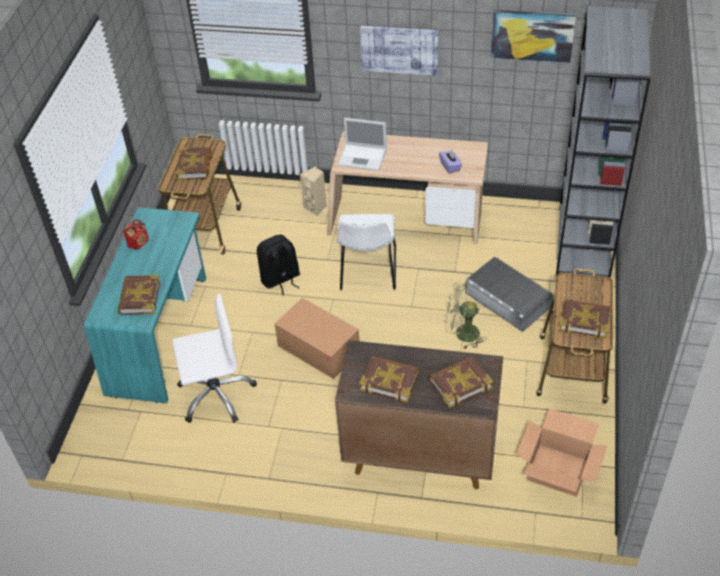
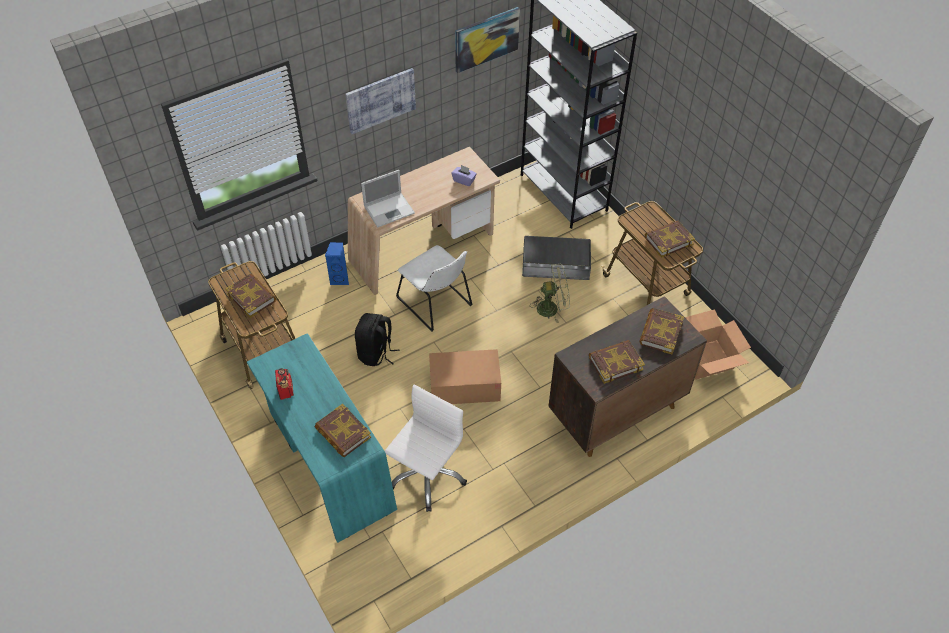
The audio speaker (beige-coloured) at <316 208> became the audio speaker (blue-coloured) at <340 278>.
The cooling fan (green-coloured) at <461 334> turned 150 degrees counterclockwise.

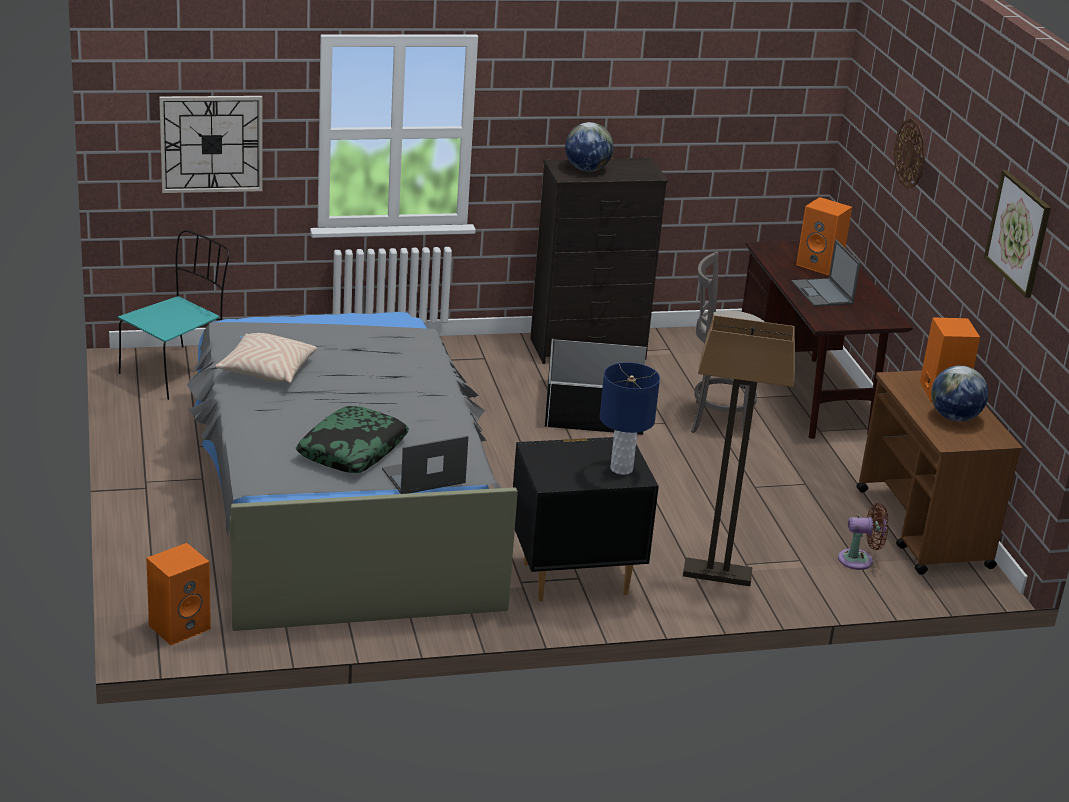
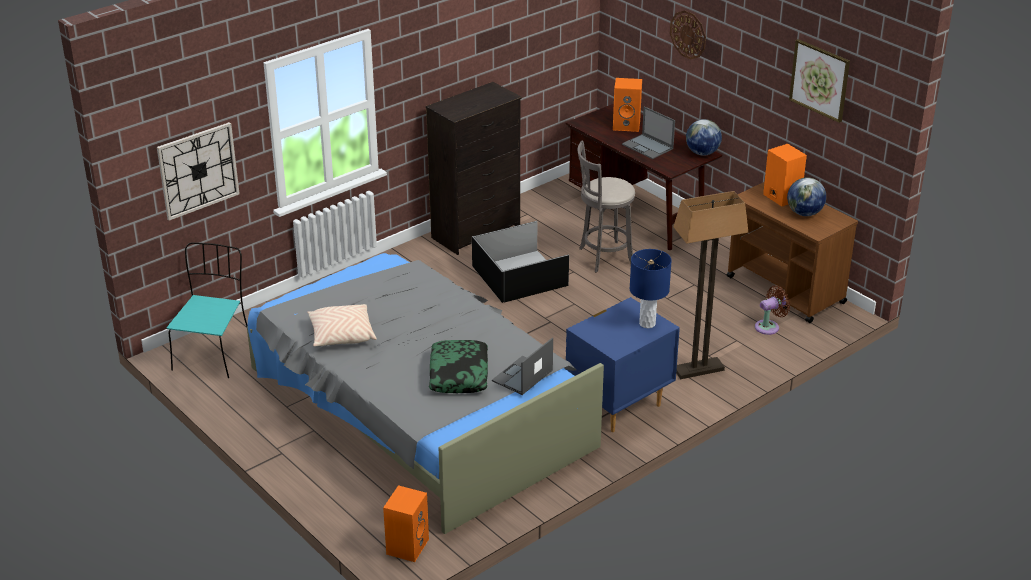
The bedside table (black-coloured) at <575 578> became the bedside table (blue-coloured) at <619 406>.
The world globe moved from <587 169> to <702 153>.

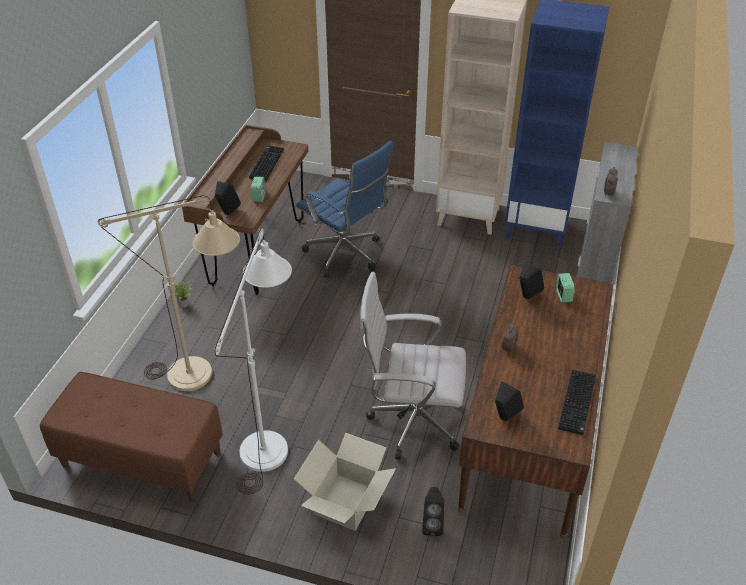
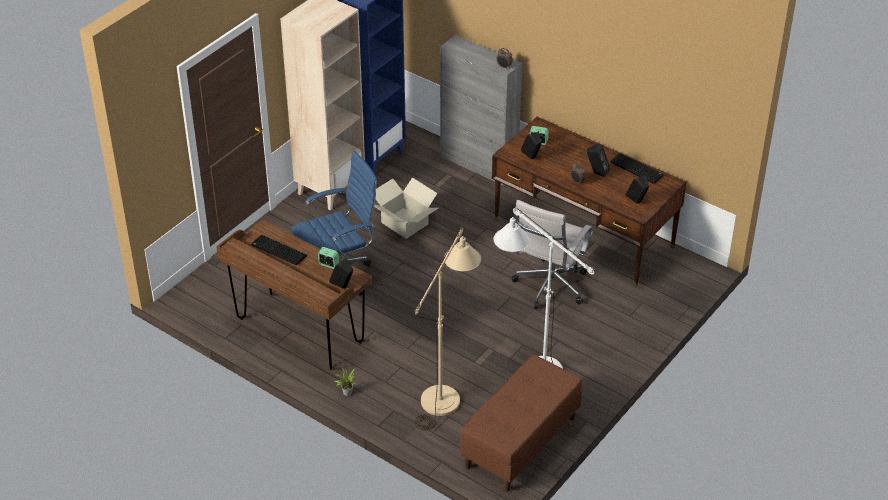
The carton moved from <345 501> to <404 223>.
The audio speaker (black-coloured) moved from <432 524> to <596 173>.

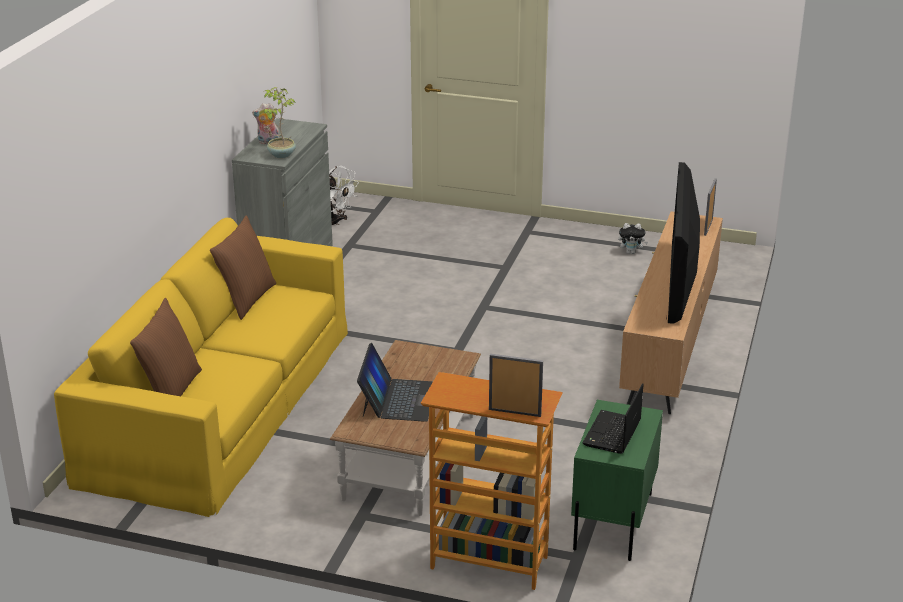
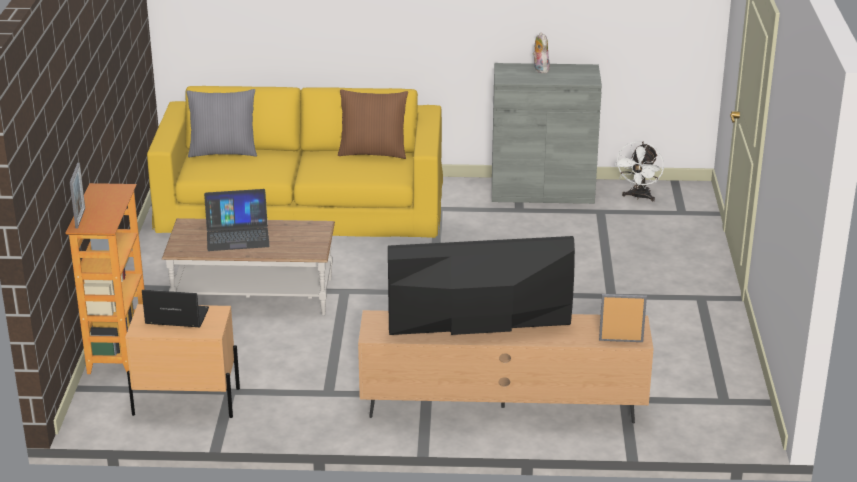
The bedside table (green-coloured) at <612 521> became the bedside table (beige-coloured) at <185 401>.
The pillow (brown) at <171 391> became the pillow (grey) at <223 152>.
The houseplant at <281 155> disappeared.
The soft toy at <631 252> disappeared.

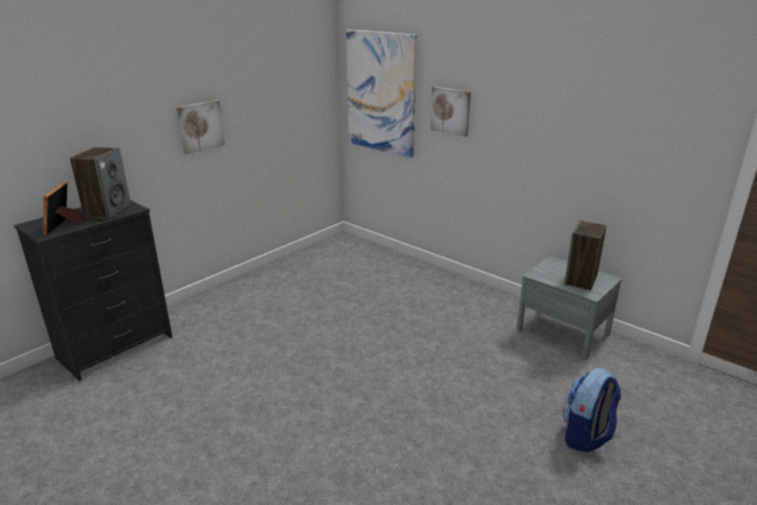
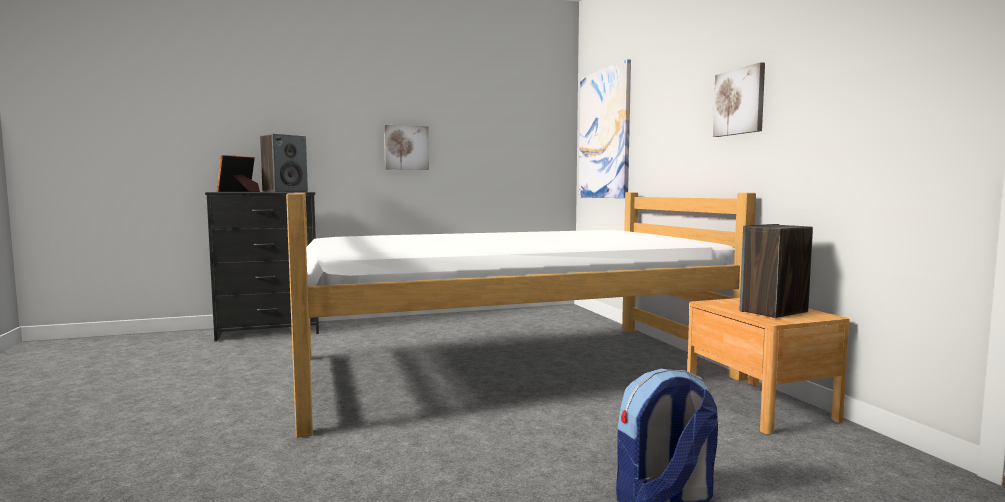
The sleeping bed at <511 368> appeared.
The bedside table (grey) at <562 331> became the bedside table (brown) at <759 405>.
The wall art moved from <451 111> to <739 102>.

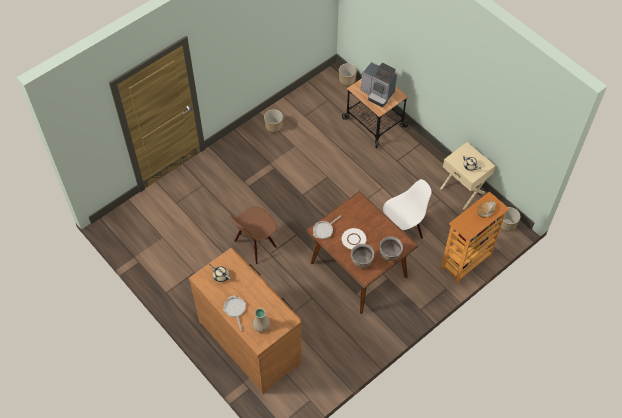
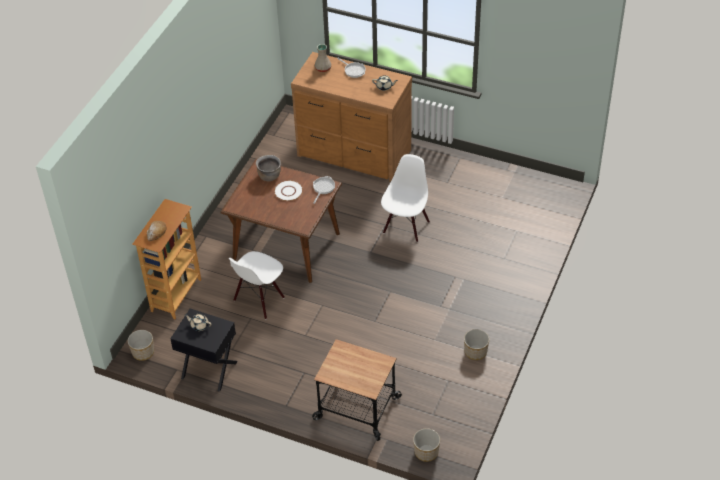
The bedside table (beige-coloured) at <463 190> became the bedside table (black-coloured) at <209 370>.
The chair (brown) at <255 245> became the chair (white-coloured) at <405 226>.
The coffee machine at <377 93> disappeared.
The cooking pot (brown) at <390 255> disappeared.

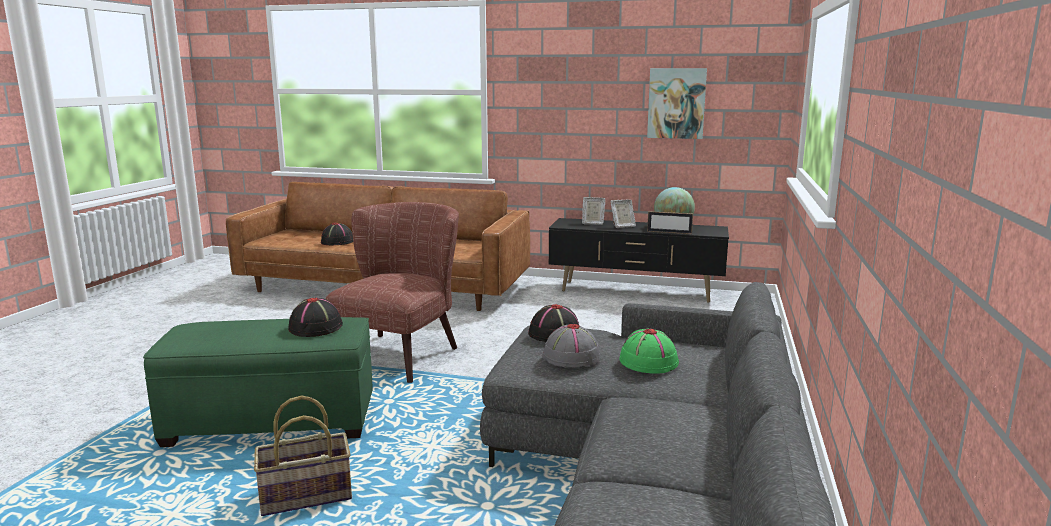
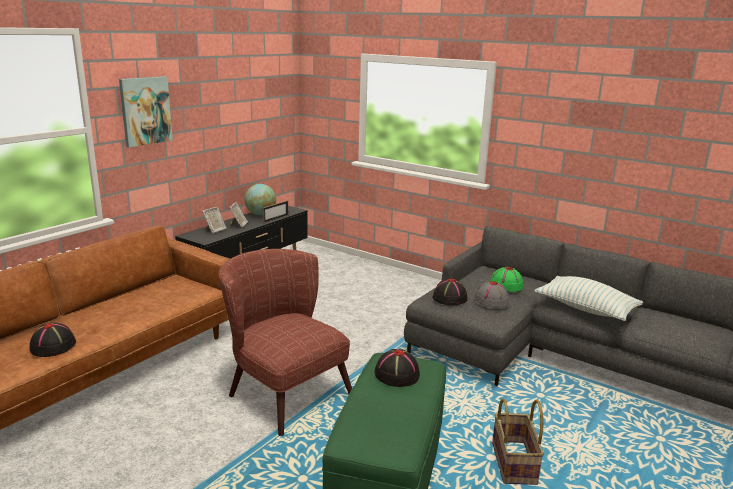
The wall art moved from <676 103> to <145 111>.
The pillow at <586 309> appeared.

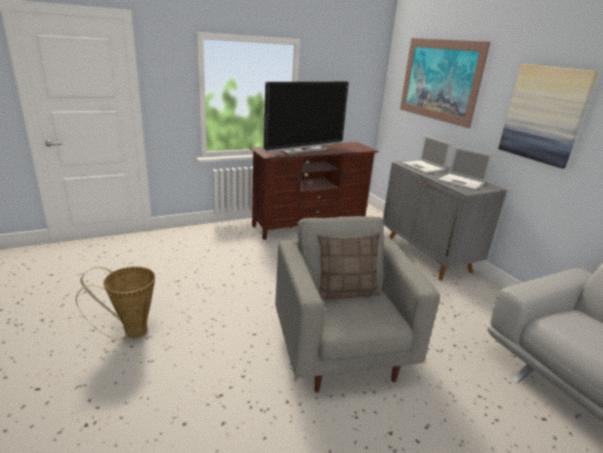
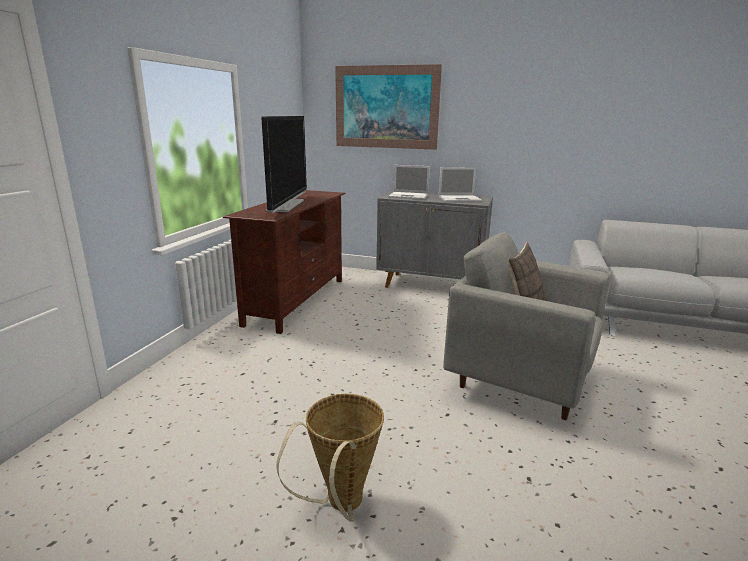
The wall art at <544 114> disappeared.

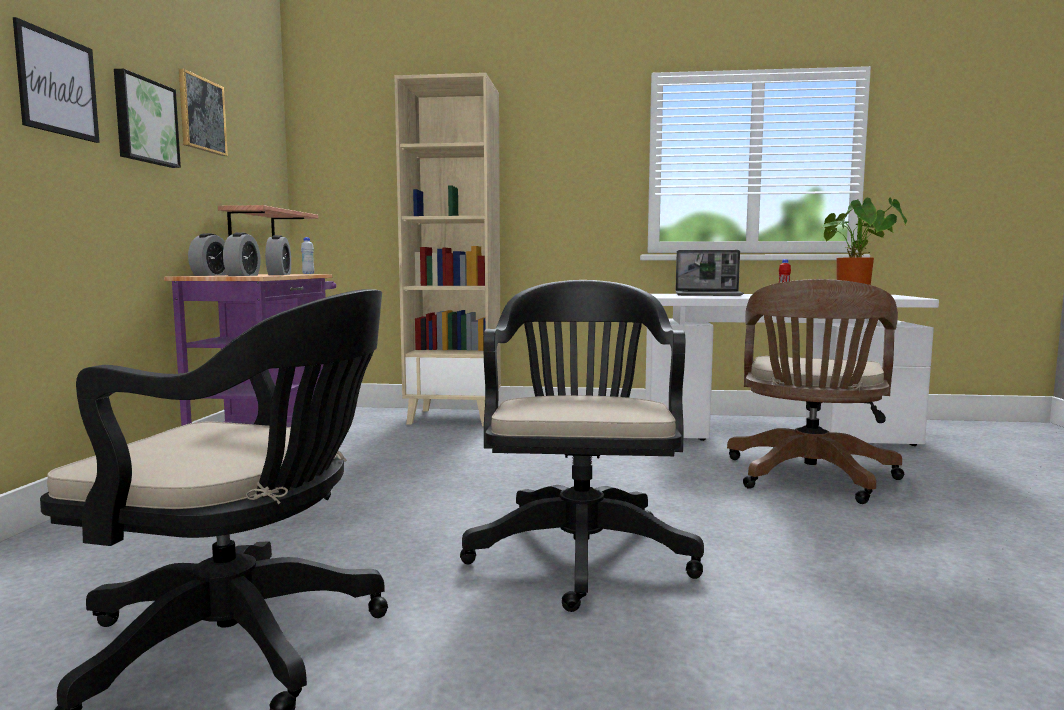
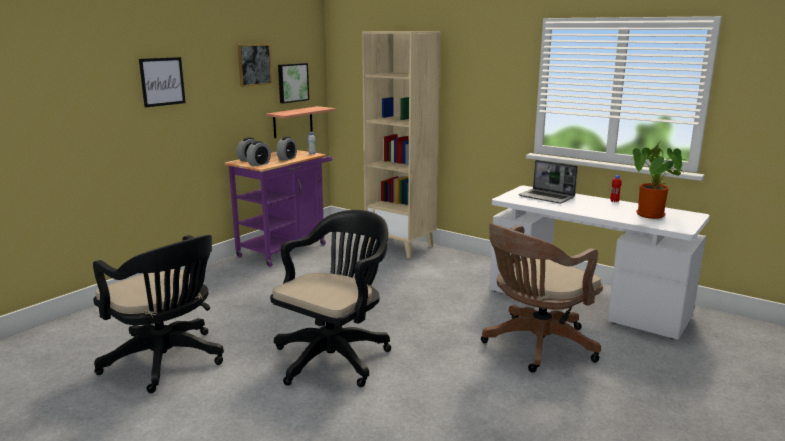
The wall art moved from <144 121> to <292 82>.

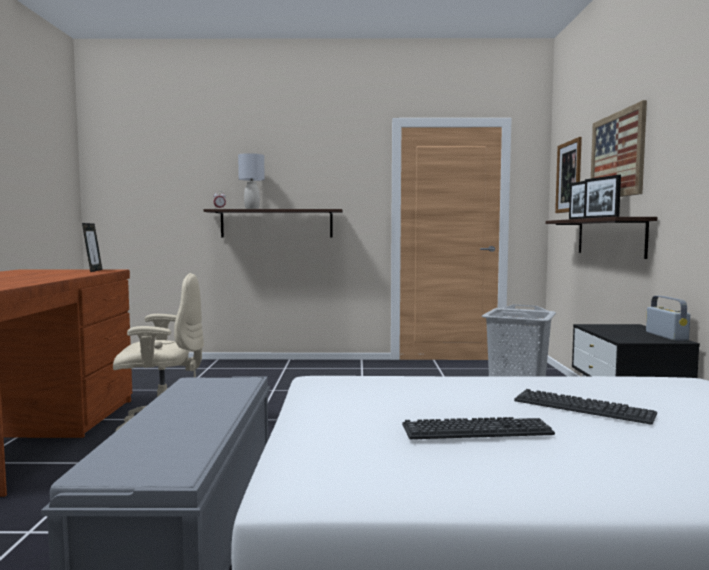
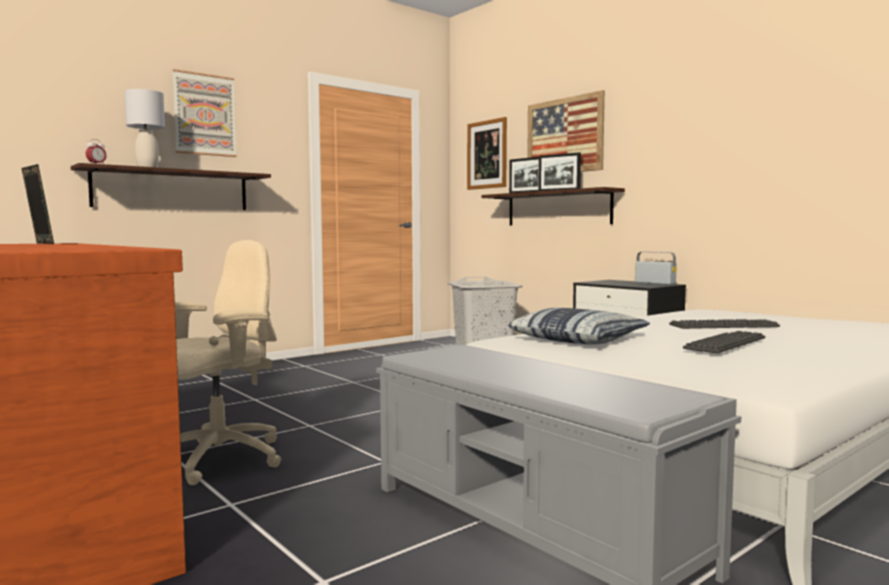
The wall art at <204 115> appeared.
The pillow at <579 340> appeared.

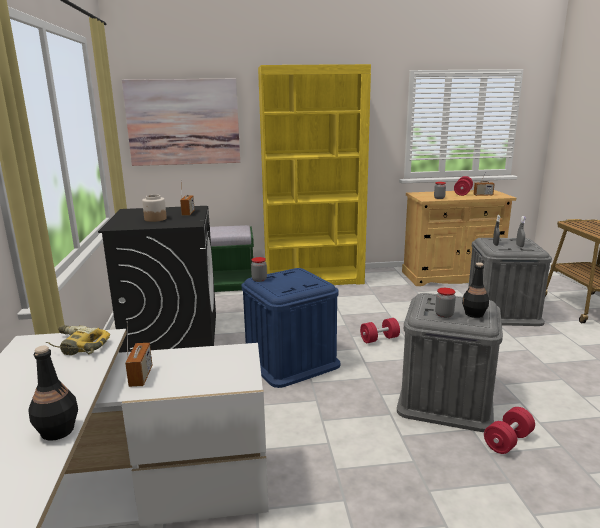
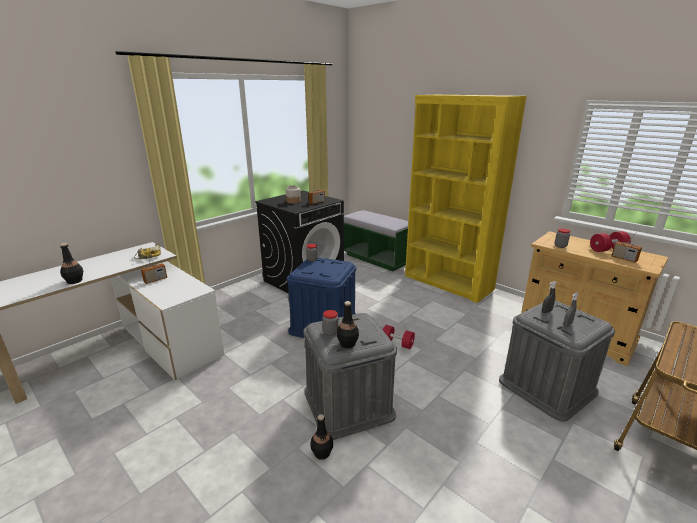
The hand weight (red-coloured) at <508 441> was replaced by the drink bottle (black-coloured) at <321 453>.
The wall art at <183 122> disappeared.

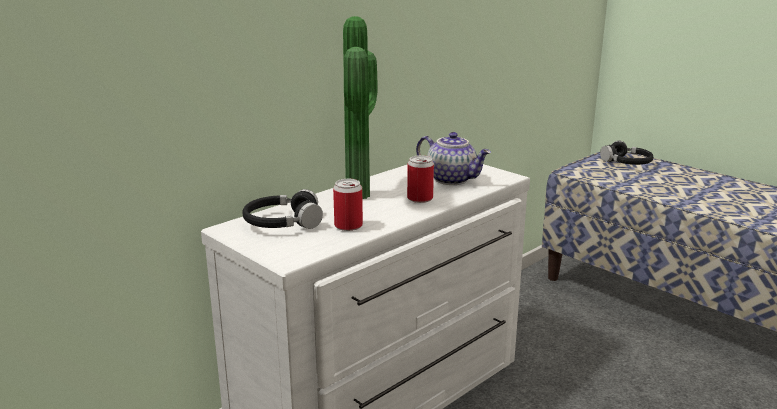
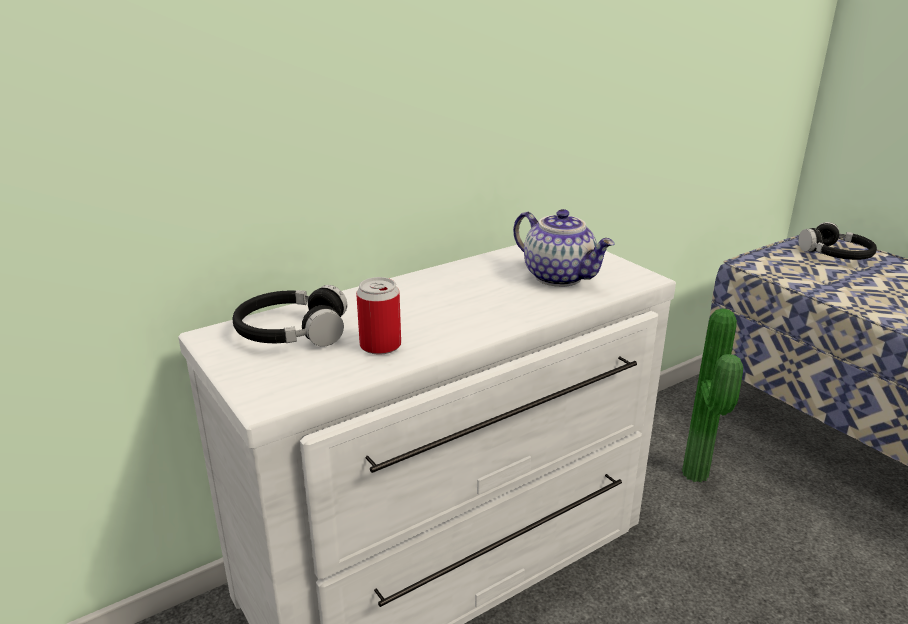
The houseplant moved from <362 195> to <700 474>.
The metal can at <420 199> disappeared.

